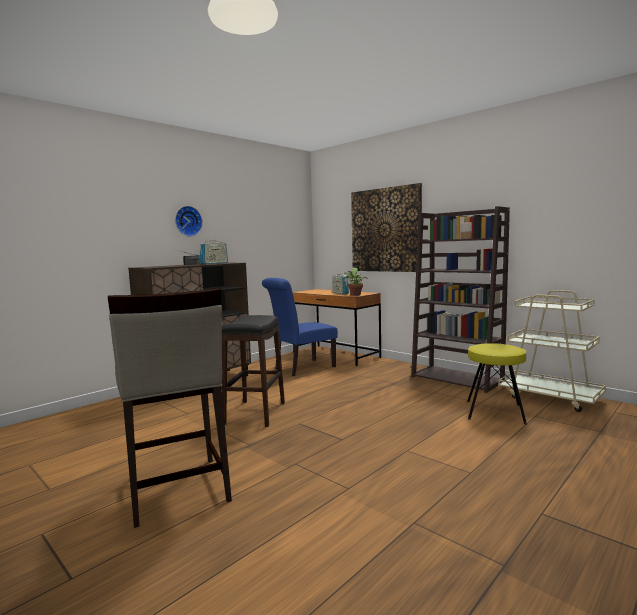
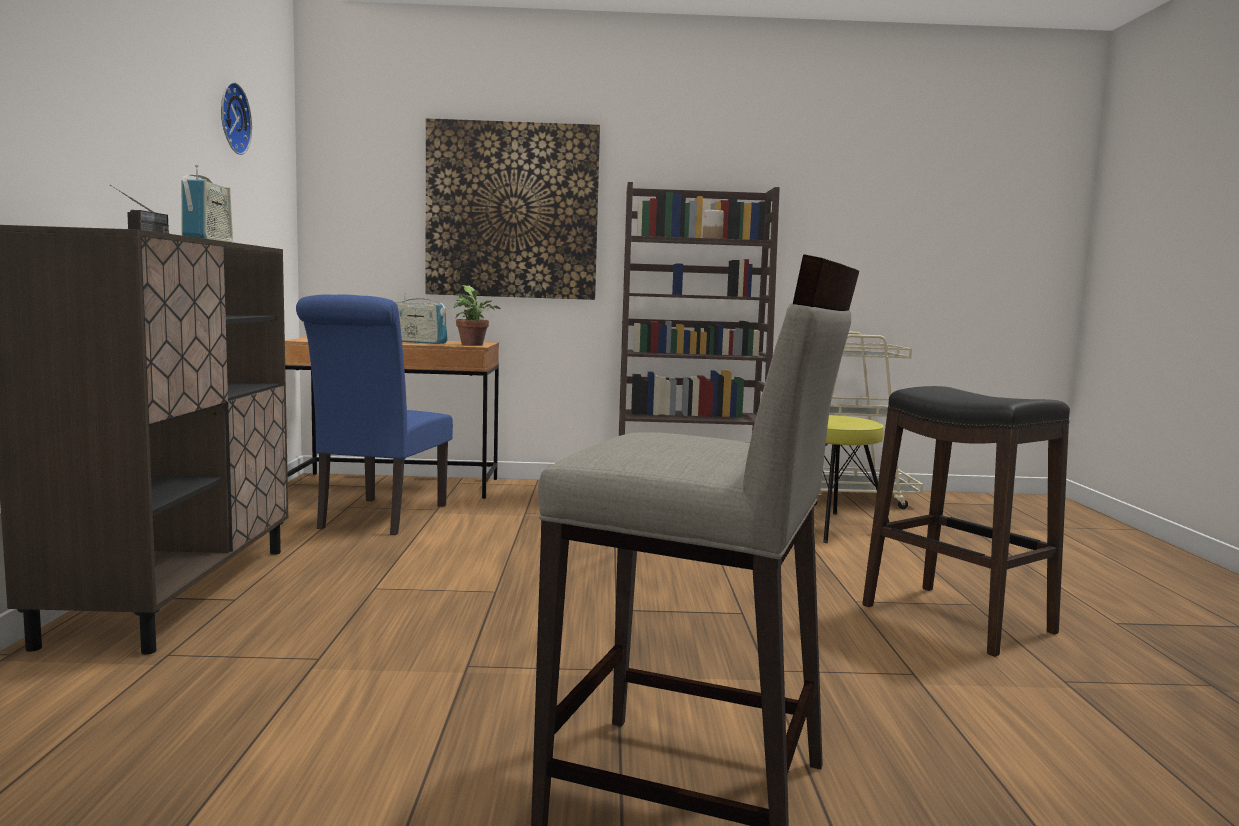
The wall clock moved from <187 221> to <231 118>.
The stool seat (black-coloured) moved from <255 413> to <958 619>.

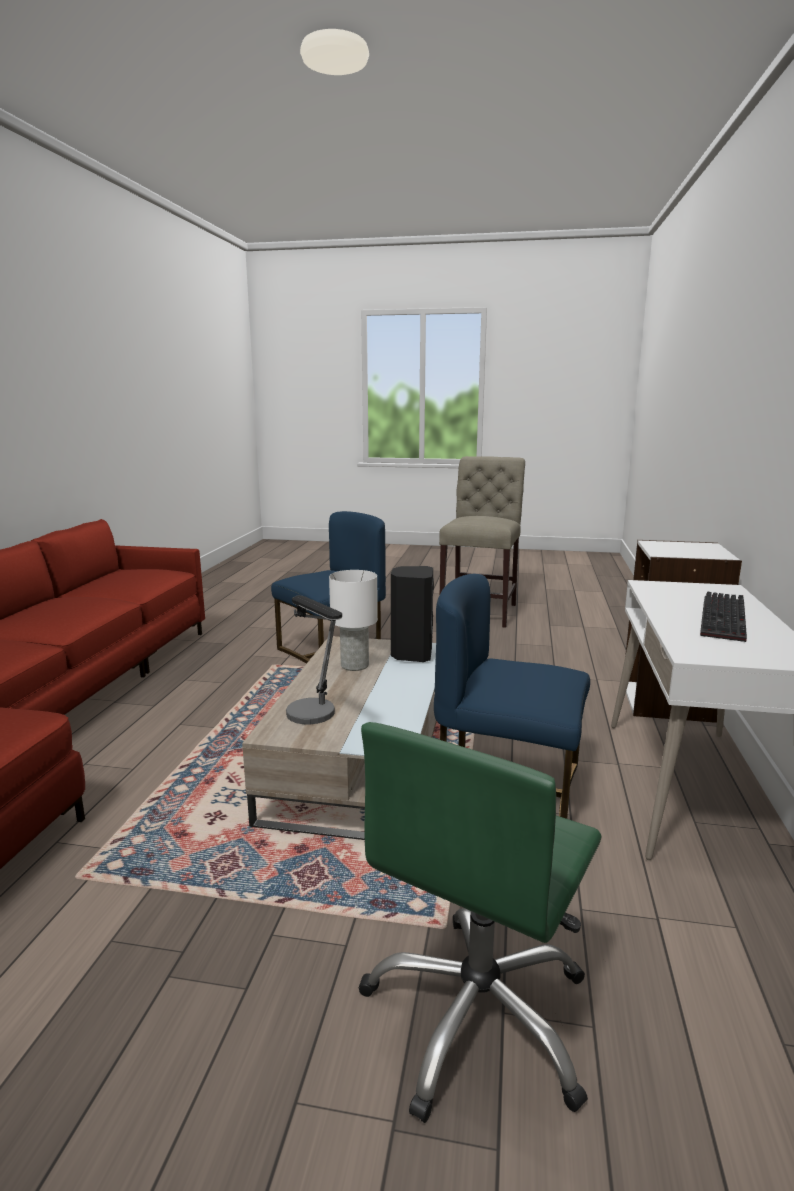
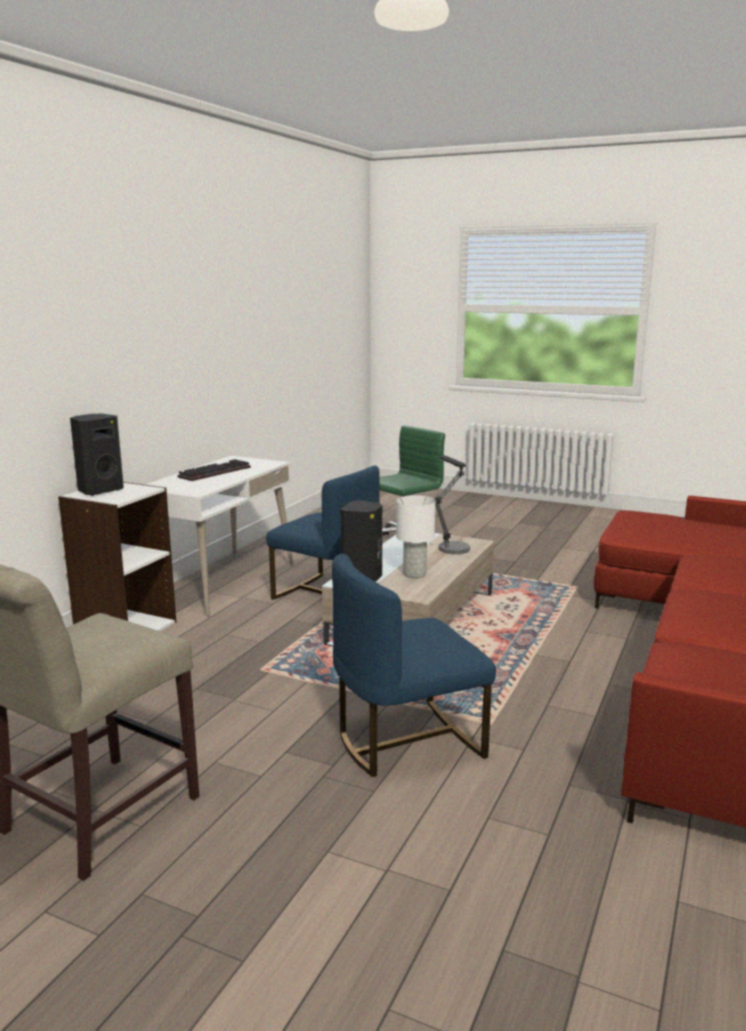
The audio speaker (black-coloured) at <99 490> appeared.

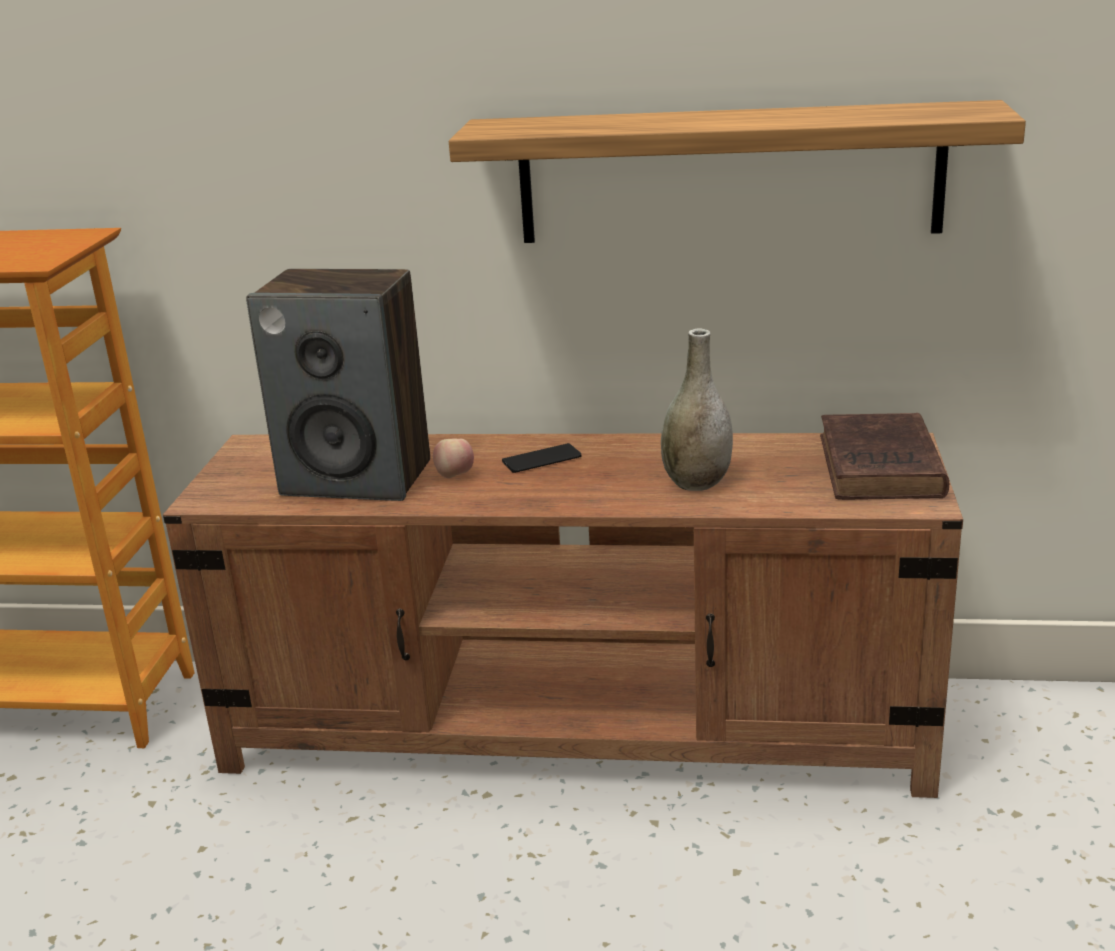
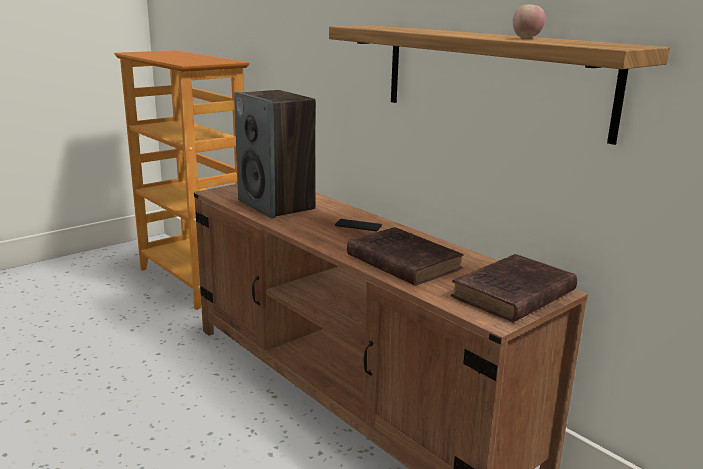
The vase (grey) at <697 483> was replaced by the volume (brown) at <401 261>.
The whole apple moved from <455 476> to <526 38>.

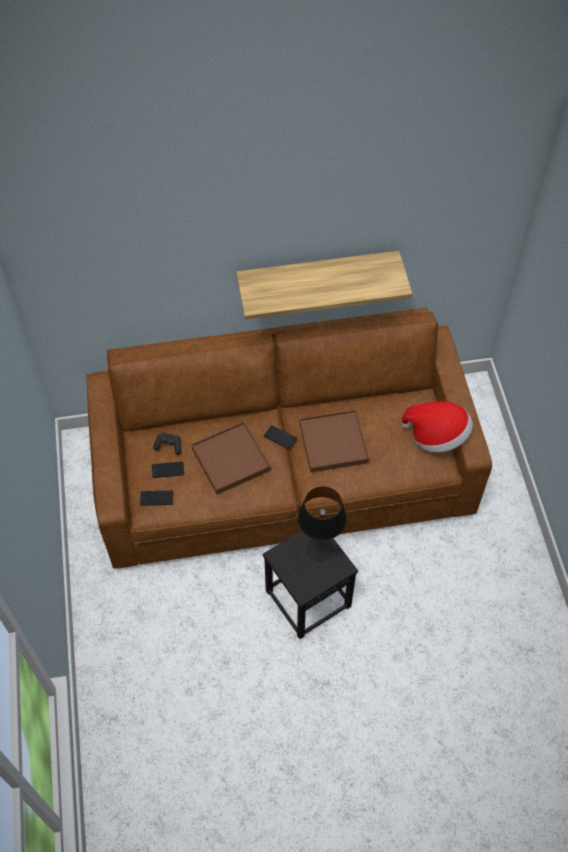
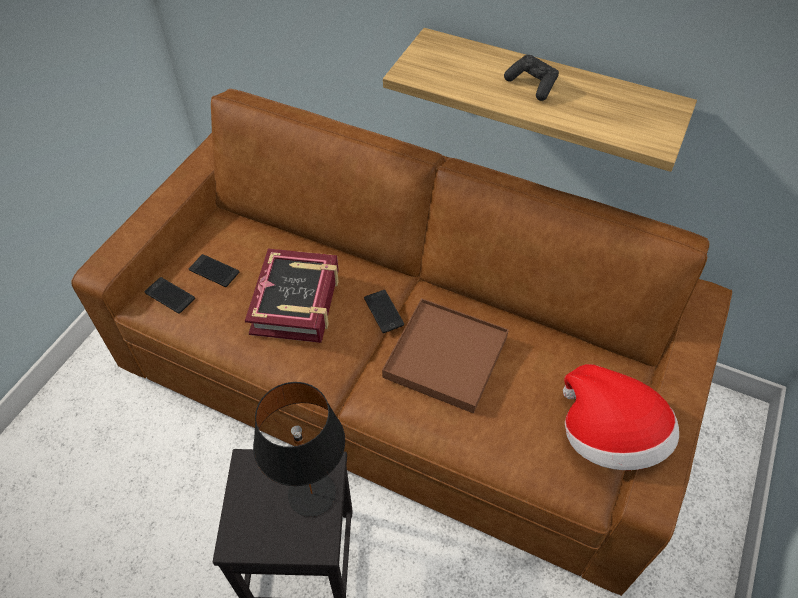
The carrying tray (brown) at <231 460> was replaced by the volume at <296 302>.
The gamepad (black-coloured) moved from <169 446> to <532 85>.

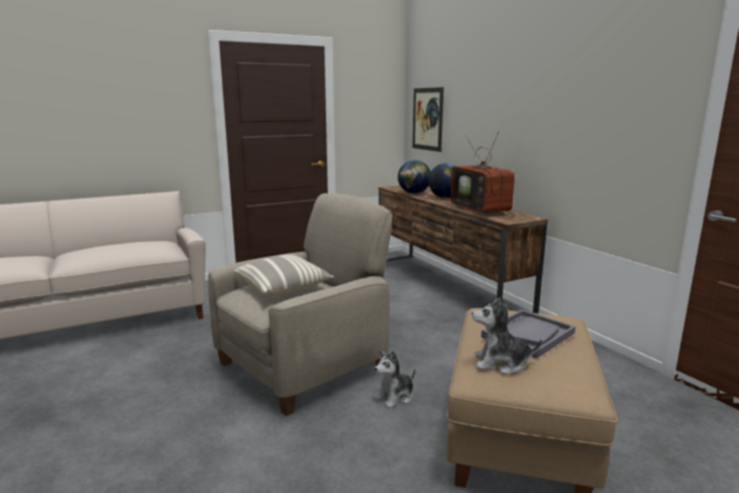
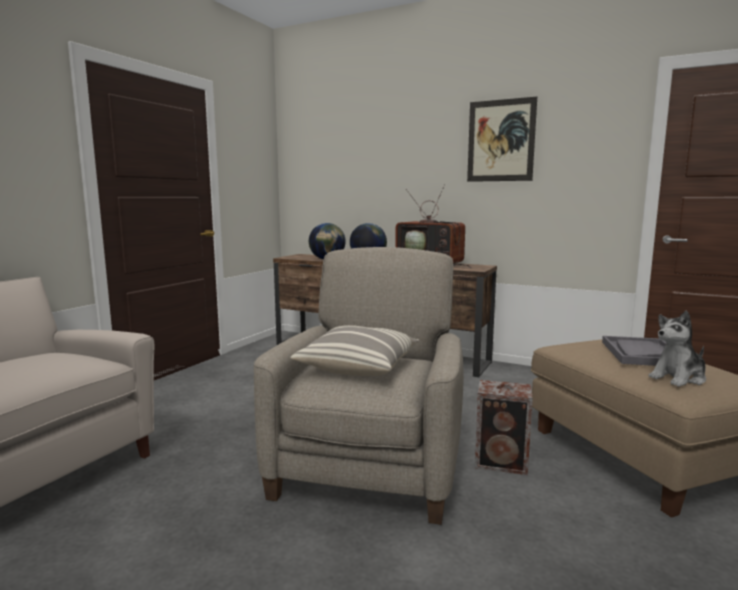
The wall art moved from <427 119> to <501 141>.
The soft toy at <395 396> was replaced by the audio speaker at <502 462>.

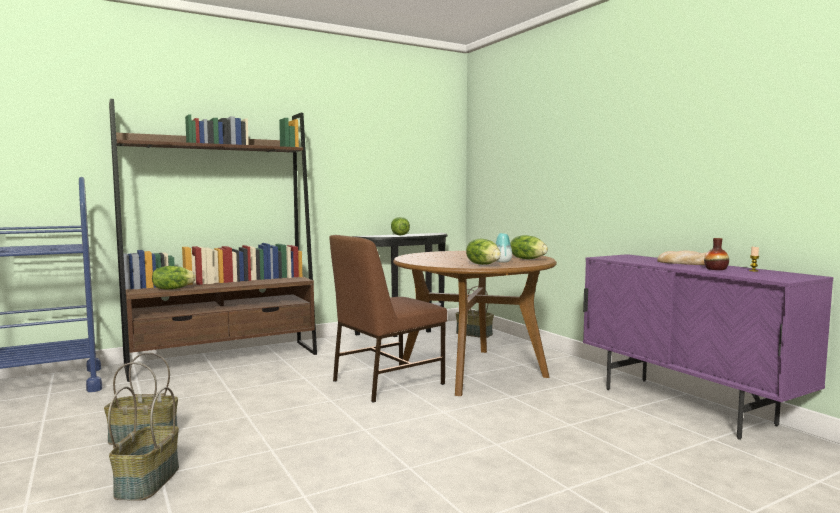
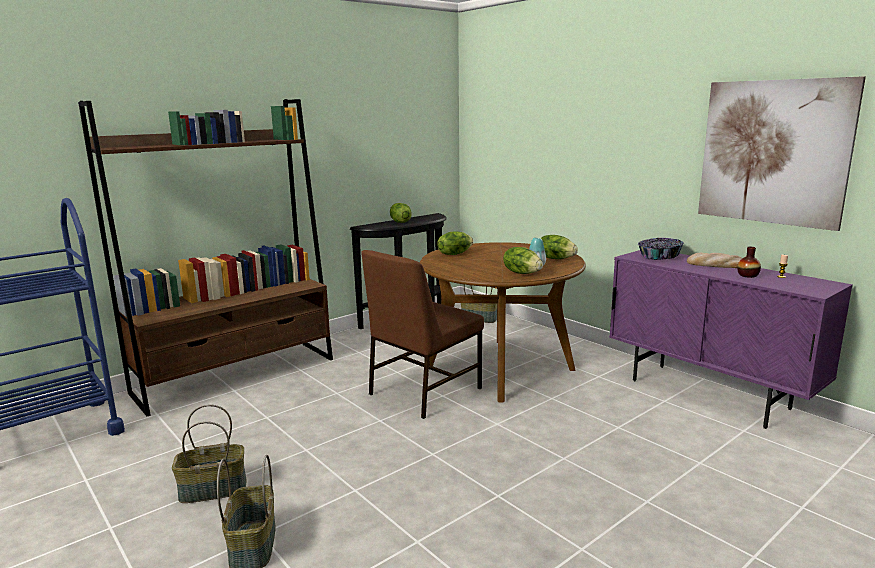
The lettuce head moved from <172 289> to <454 254>.
The deep dish at <659 256> appeared.
The wall art at <773 152> appeared.

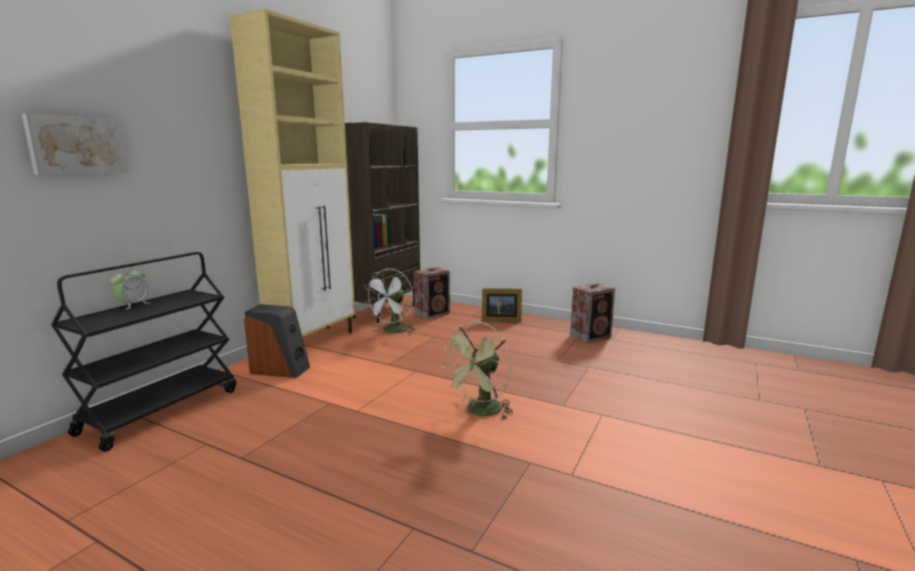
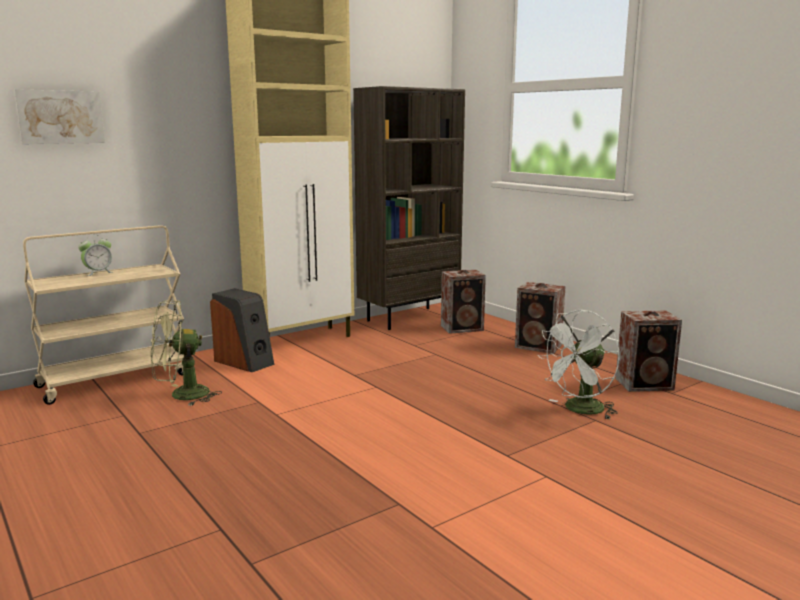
The cart (black-coloured) at <161 410> became the cart (beige-coloured) at <115 380>.
The cooling fan (green-coloured) moved from <480 412> to <181 396>.
The photo frame at <499 320> was replaced by the audio speaker at <539 347>.
The cooling fan (white-coloured) moved from <393 331> to <579 410>.

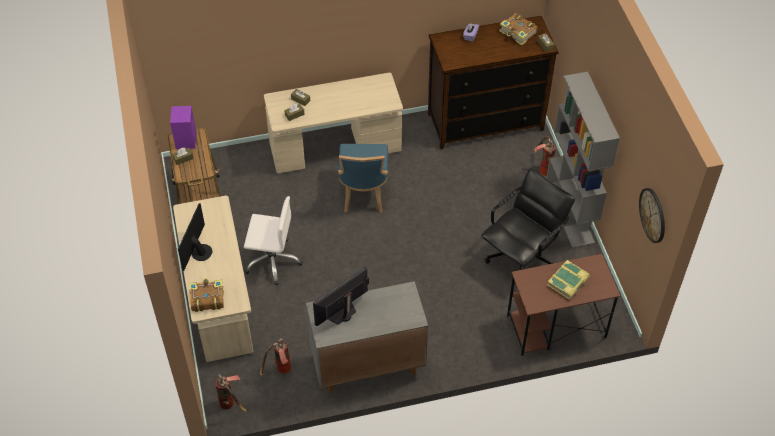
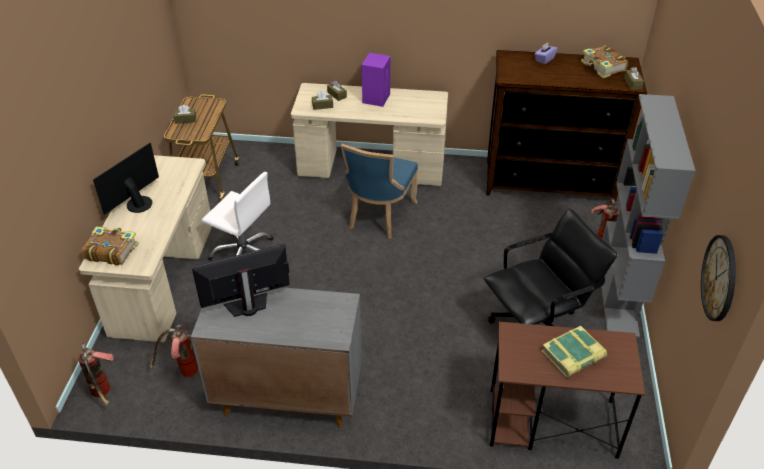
The audio speaker (purplish) moved from <186 140> to <376 98>.

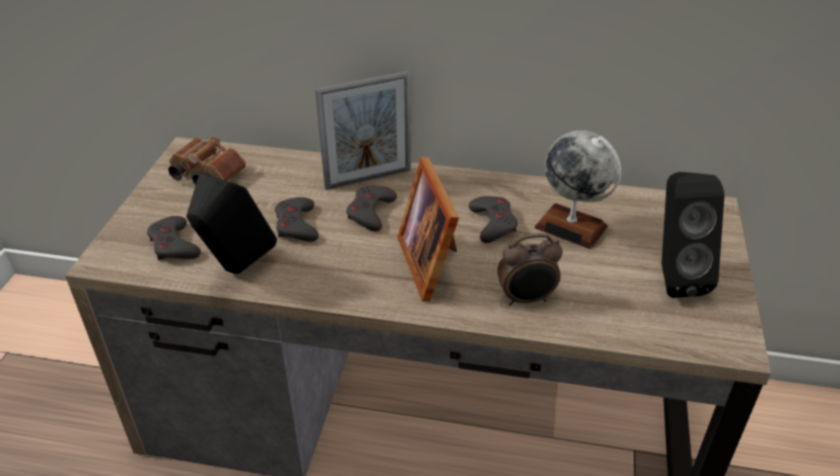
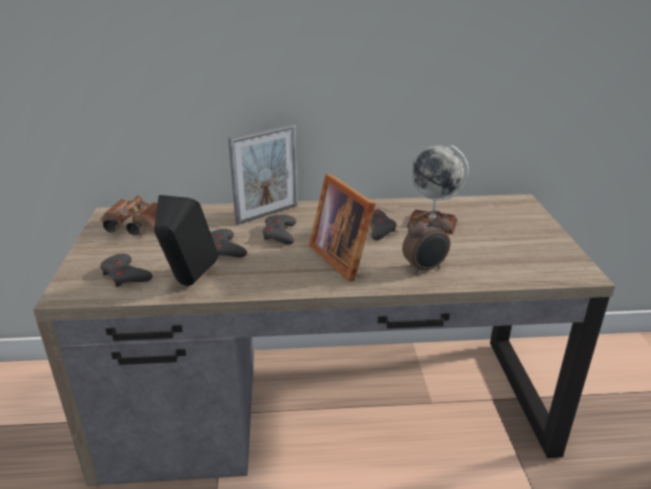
The audio speaker (black-coloured) at <672 277> disappeared.

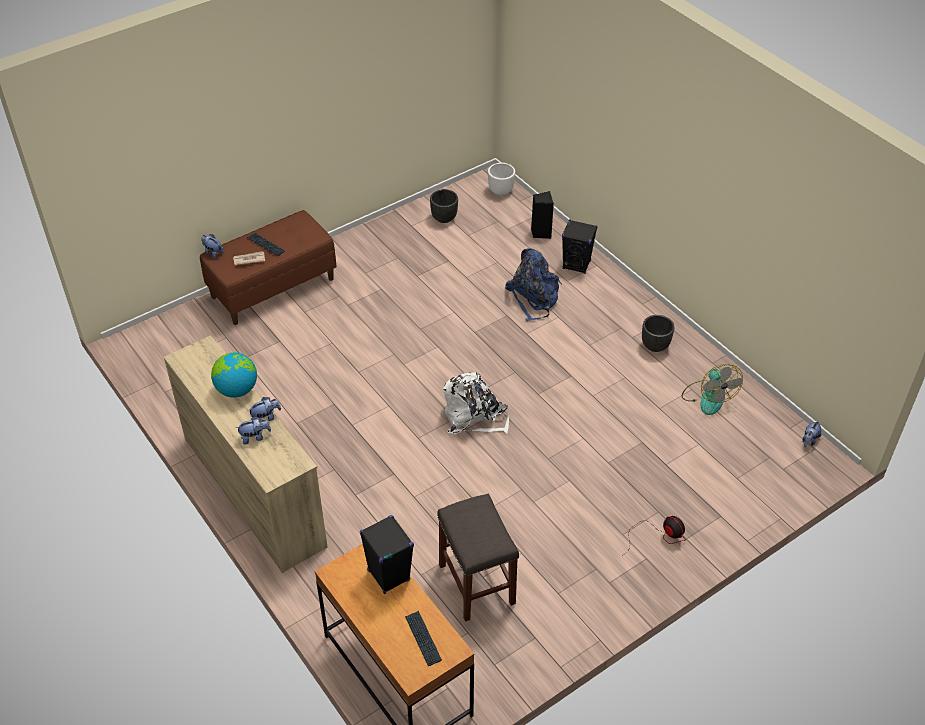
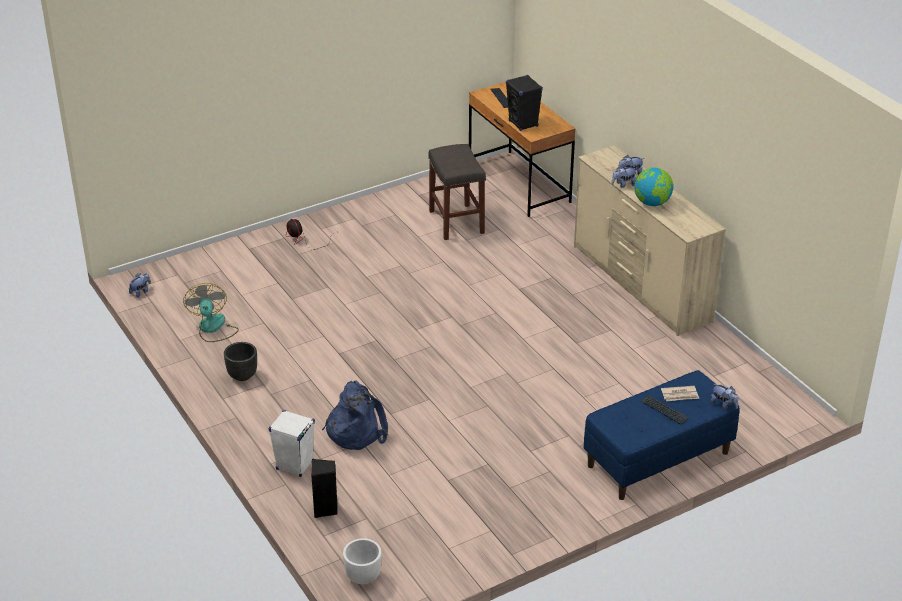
The audio speaker (black-coloured) at <576 265> became the audio speaker (white-coloured) at <294 465>.
The bench (brown) at <273 287> became the bench (blue-coloured) at <658 460>.
The plant pot (black-coloured) at <444 218> disappeared.
The knapsack (white-coloured) at <474 417> disappeared.

